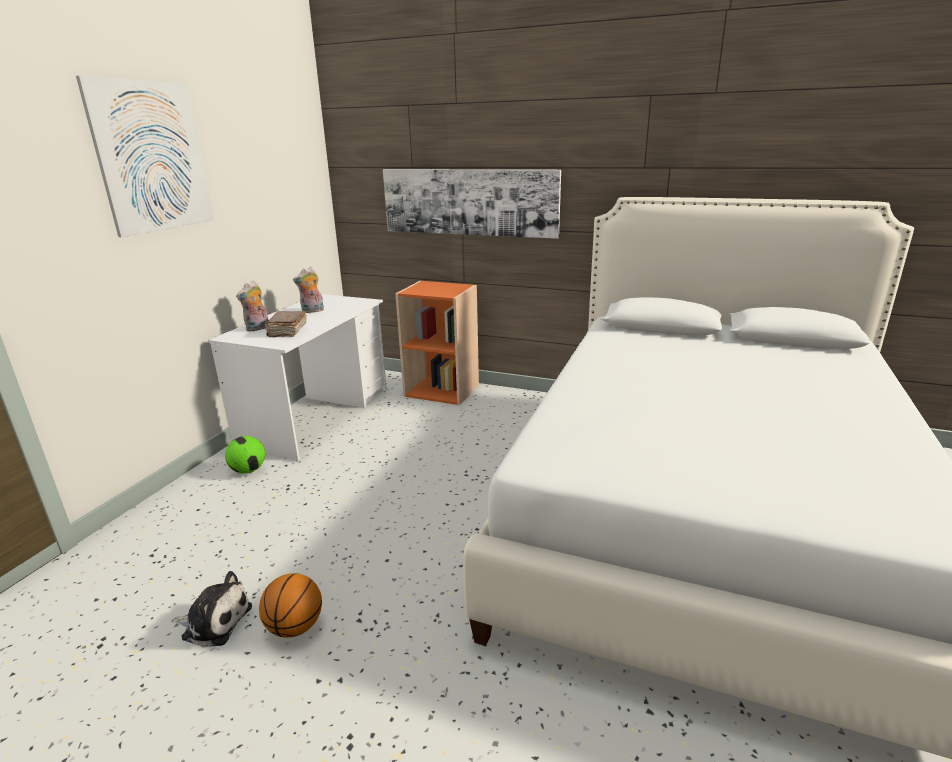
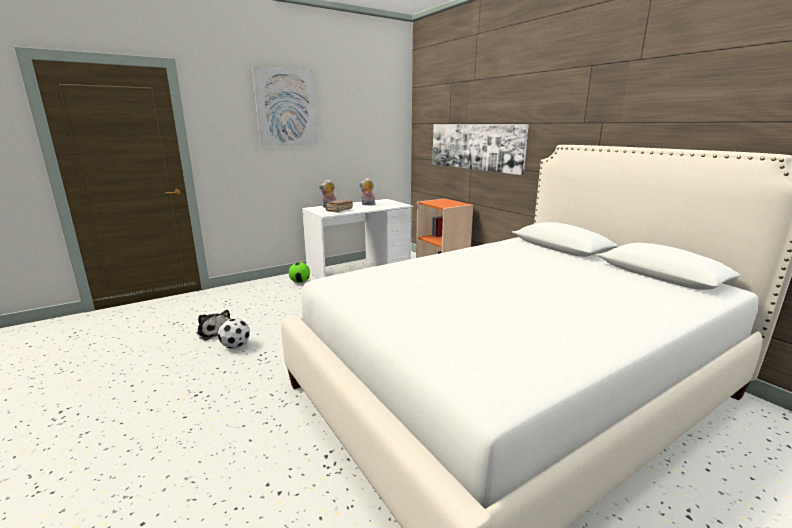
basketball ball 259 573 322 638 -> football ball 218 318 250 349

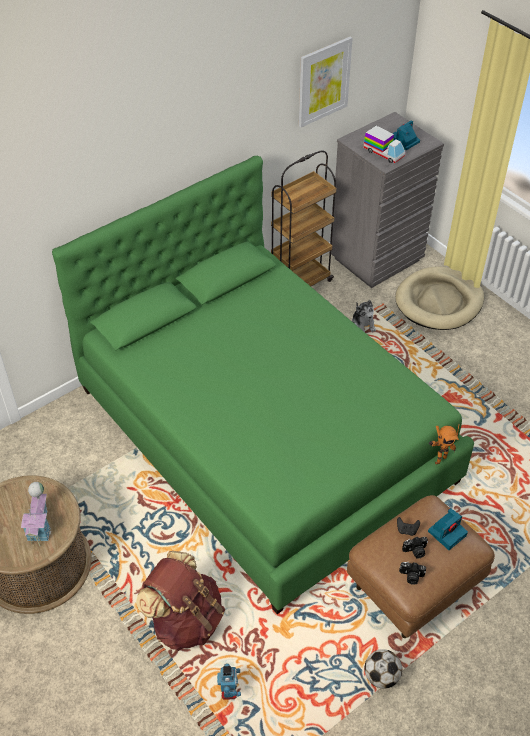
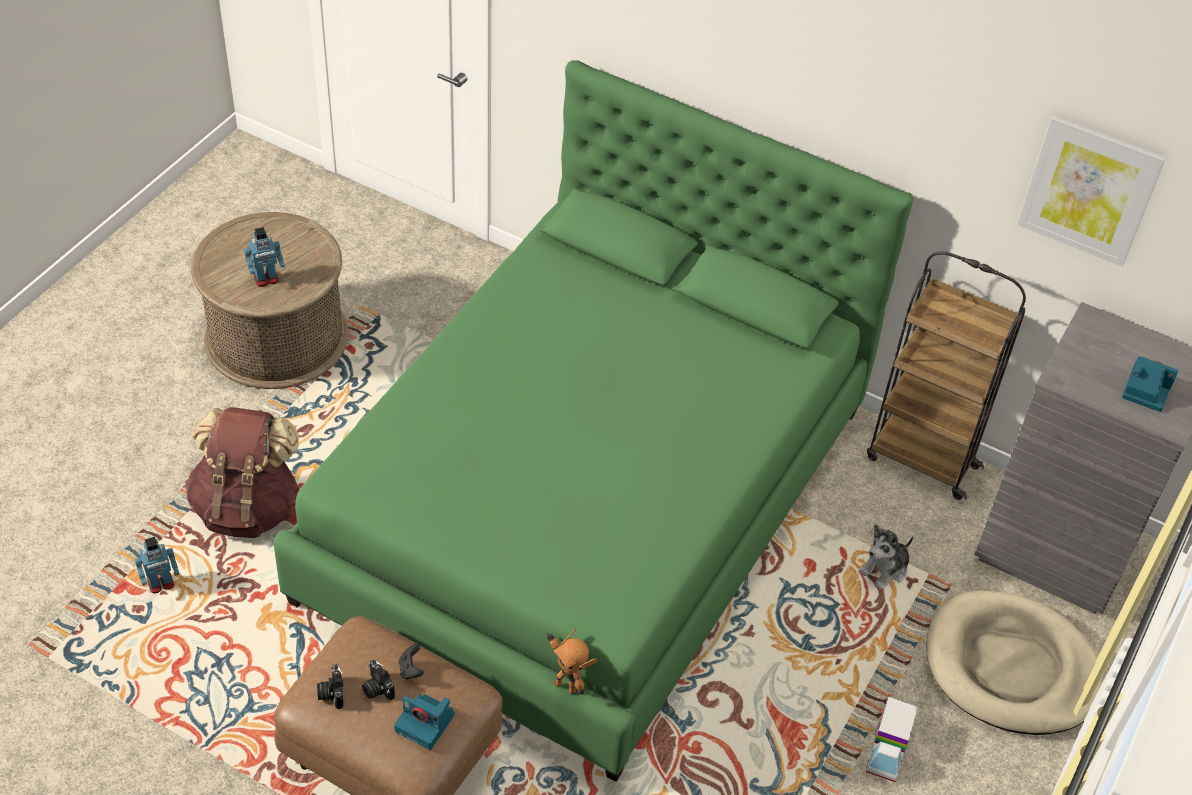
toy house 21 482 51 547 -> toy robot 244 227 285 287
toy truck 363 126 406 163 -> toy truck 866 697 918 782, relocated
football ball 365 649 402 688 -> none

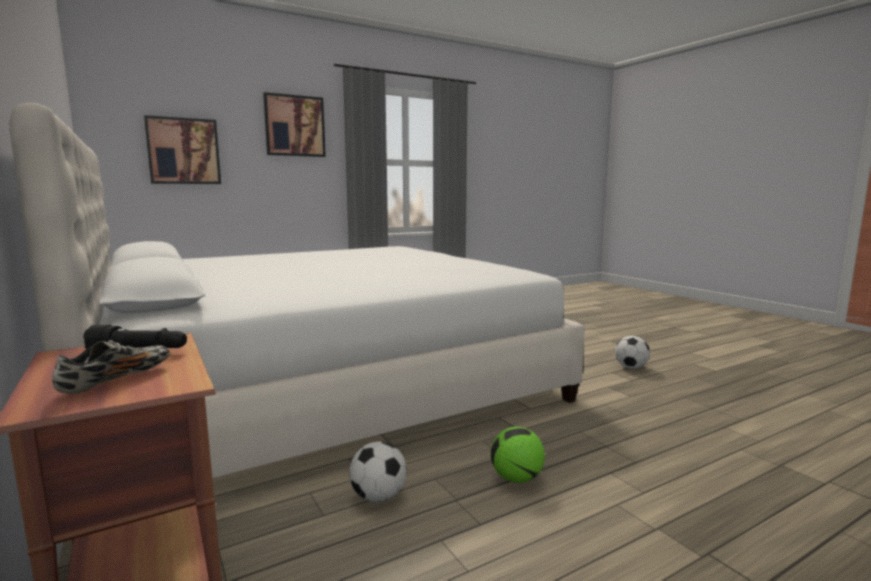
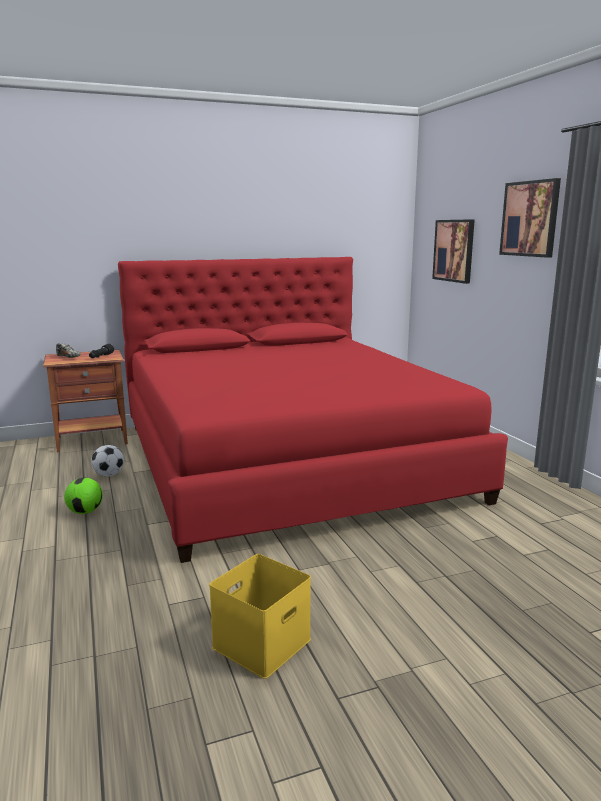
white sleeping bed 9 103 584 478 -> red sleeping bed 118 257 508 563
football ball 615 336 650 369 -> yellow-coloured storage box 209 554 311 679

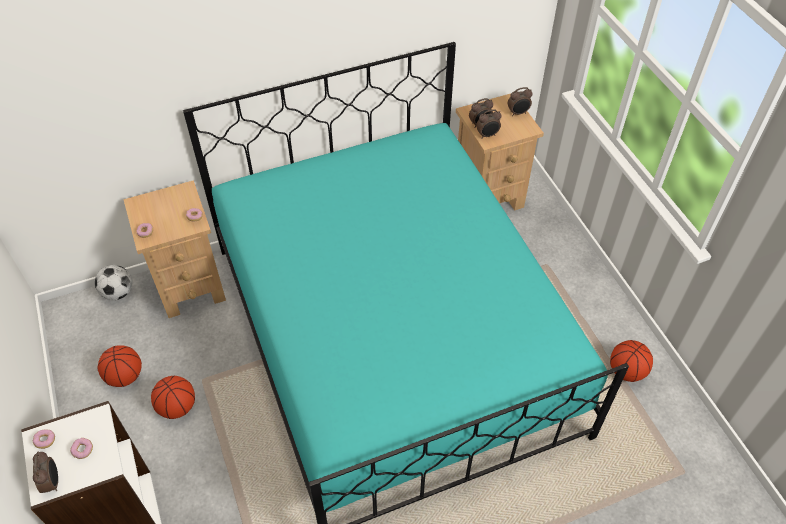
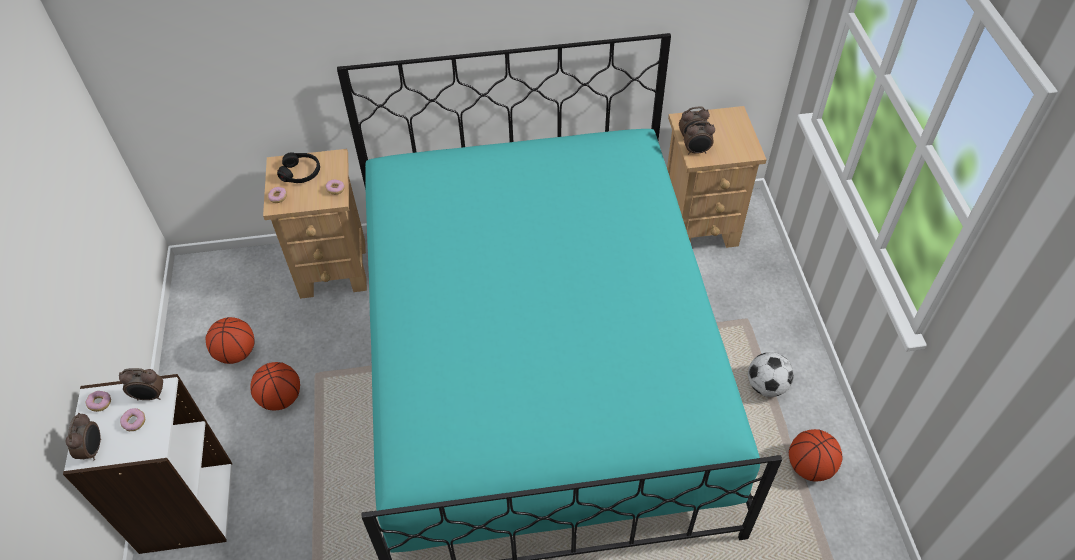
football ball 95 265 132 300 -> football ball 748 352 794 397, relocated
bedside clock 508 87 533 116 -> bedside clock 119 368 163 401, relocated
none -> black-coloured headphones 277 152 320 183

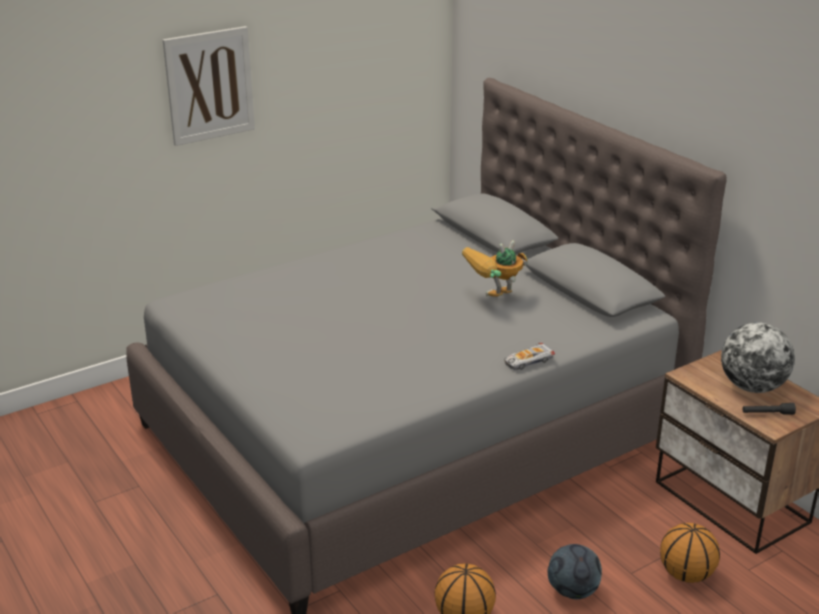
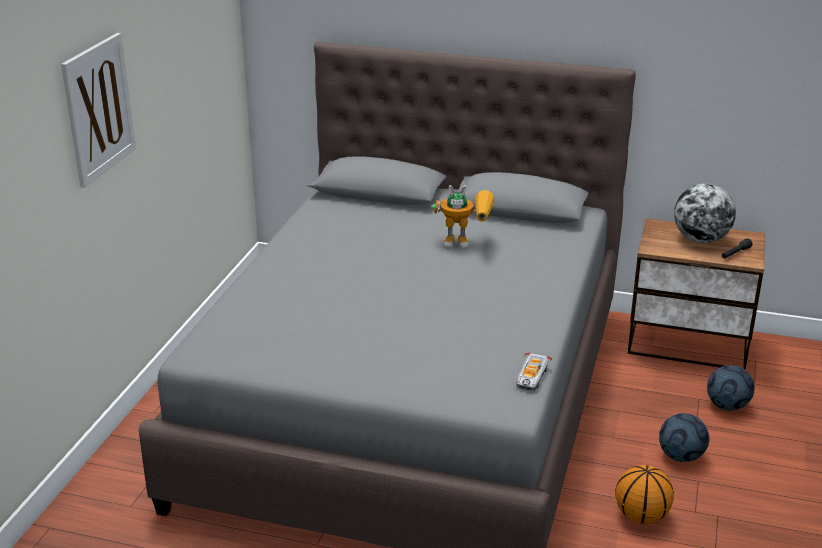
toy robot 462 240 528 297 -> toy robot 431 185 495 250, 105 degrees counterclockwise
toy car 504 342 555 370 -> toy car 516 353 552 391, relocated
basketball ball 660 523 720 583 -> football ball 707 365 755 411

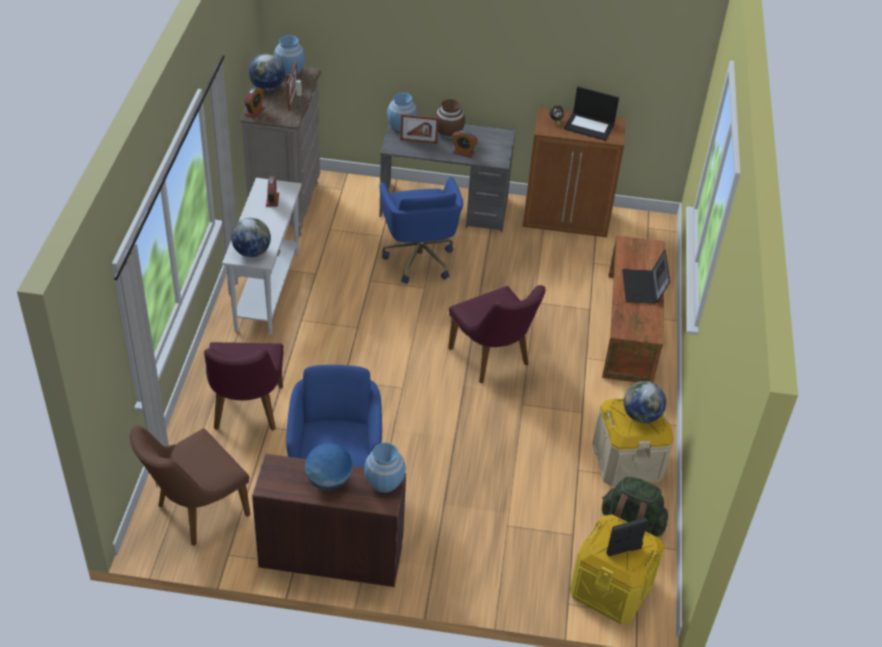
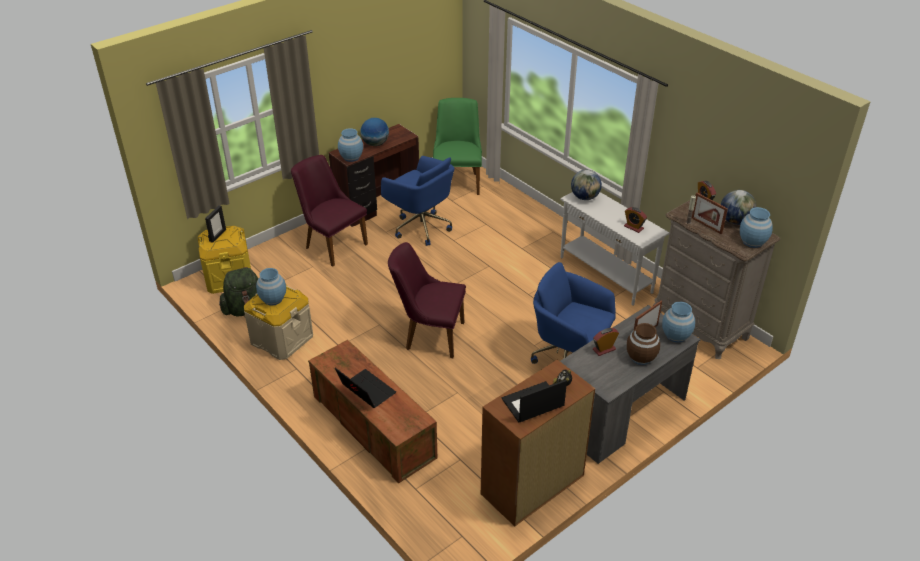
brown chair 130 426 251 546 -> green-coloured chair 433 98 482 195
purple chair 204 342 284 431 -> purple chair 291 155 368 266, relocated
world globe 624 381 666 423 -> blue-coloured flower vase 256 268 286 306

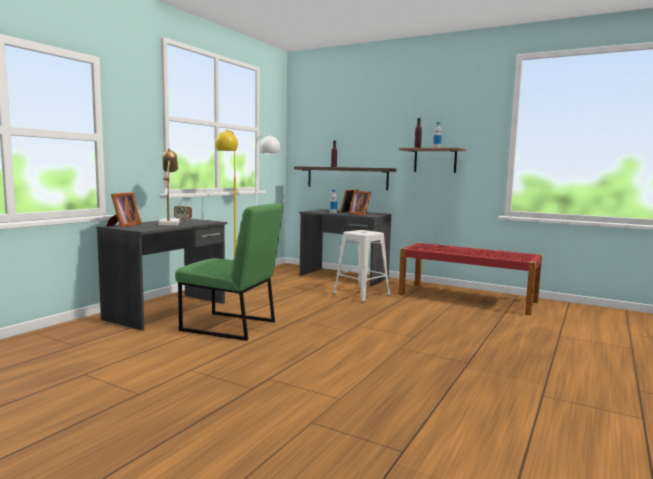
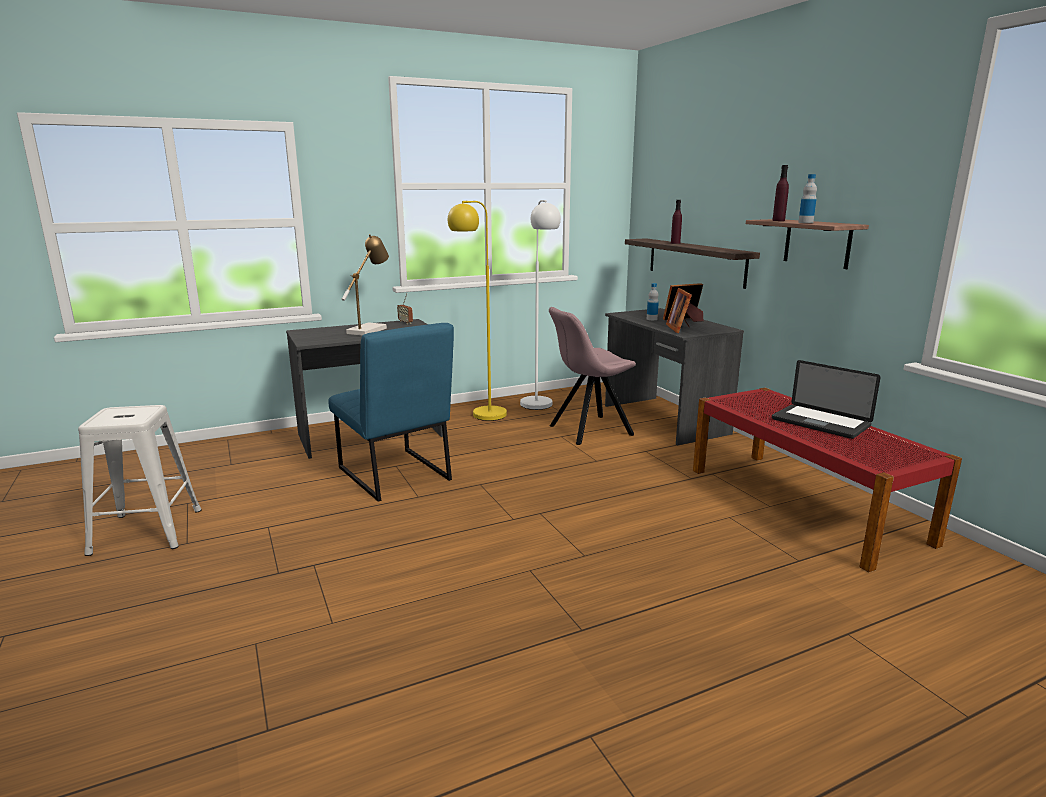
picture frame 106 192 142 228 -> none
green-coloured chair 175 203 283 341 -> blue-coloured chair 328 323 454 502
white sitting stool 333 230 391 302 -> white sitting stool 78 405 202 556, relocated
none -> pinkish chair 549 307 636 445
none -> notebook computer 772 360 881 439

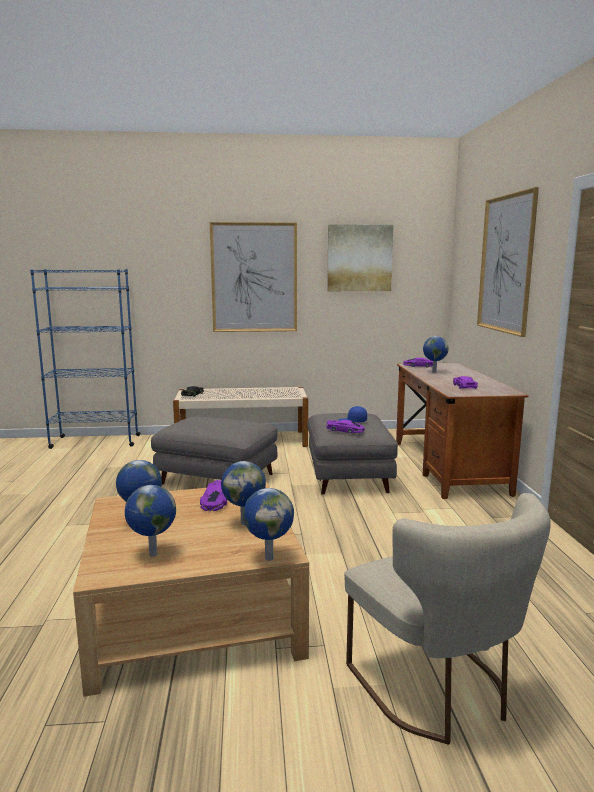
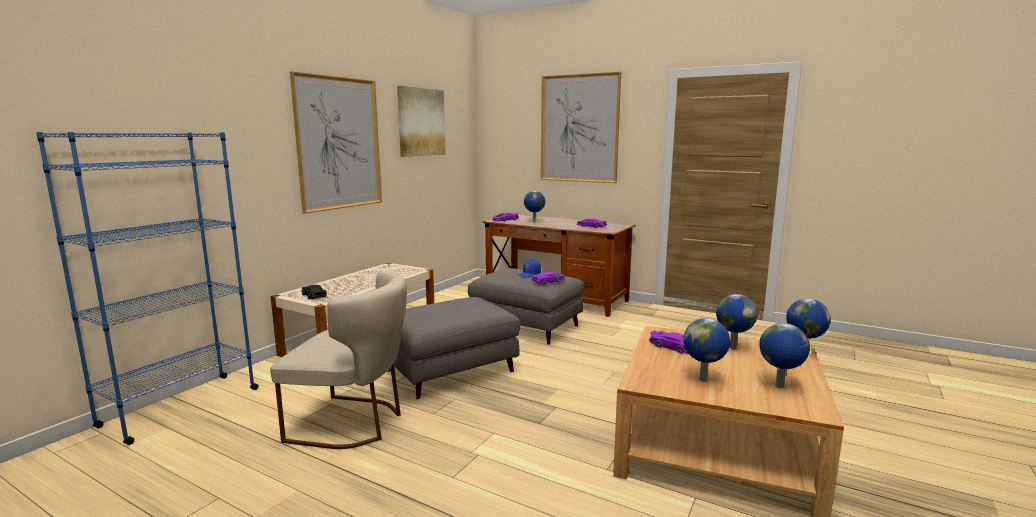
beige chair 344 493 551 745 -> beige chair 270 271 407 449, relocated

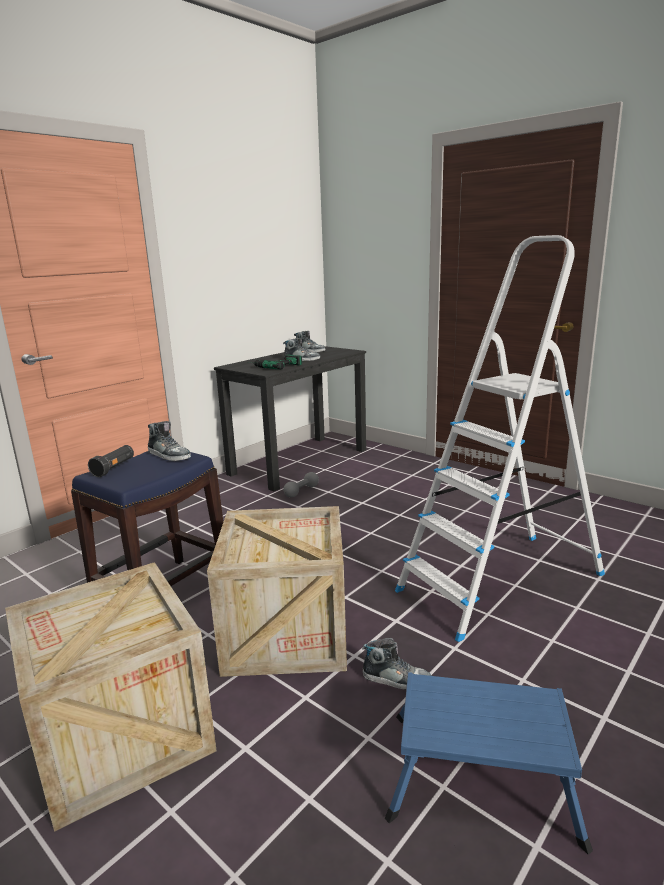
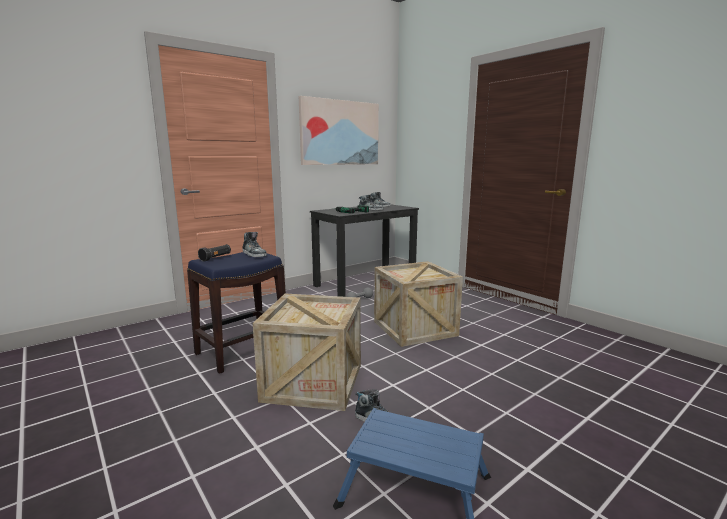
shipping crate 5 562 217 832 -> shipping crate 374 261 463 347, relocated
white step stool 395 235 605 642 -> none
none -> picture 299 96 379 165

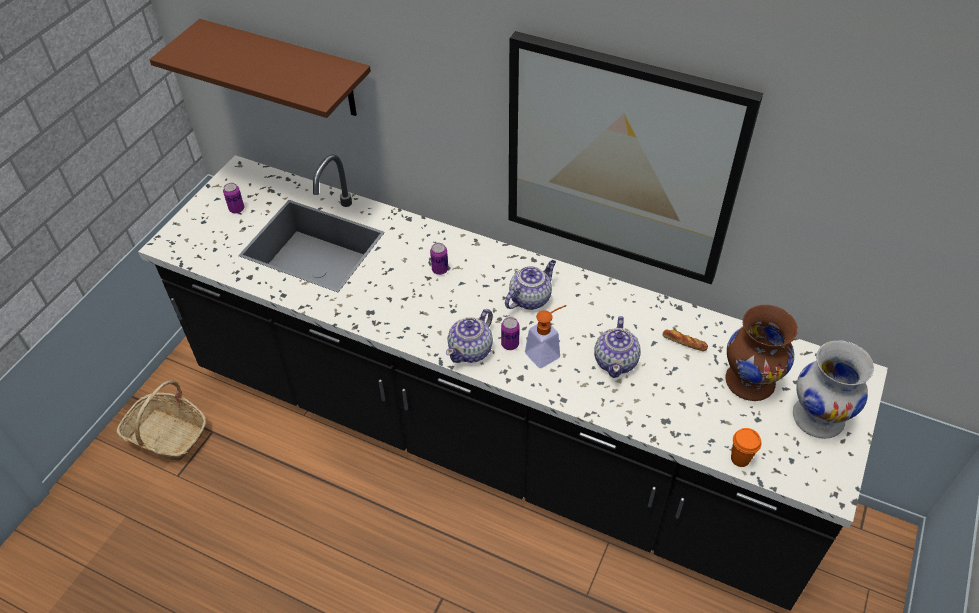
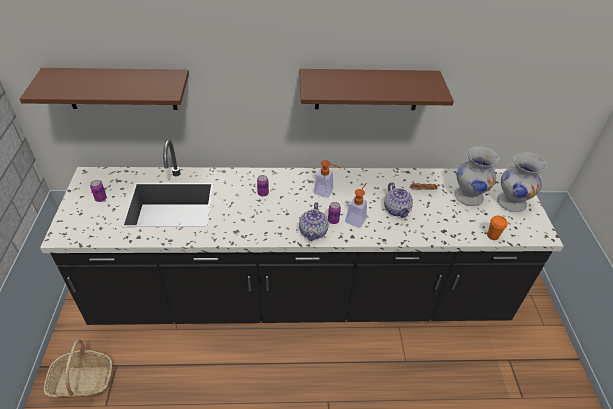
pot for tea 505 260 556 310 -> soap bottle 314 160 341 197
picture 509 31 763 284 -> brown bracket shelf 300 69 454 110
brown flower vase 725 305 798 401 -> white flower vase 455 146 500 206

